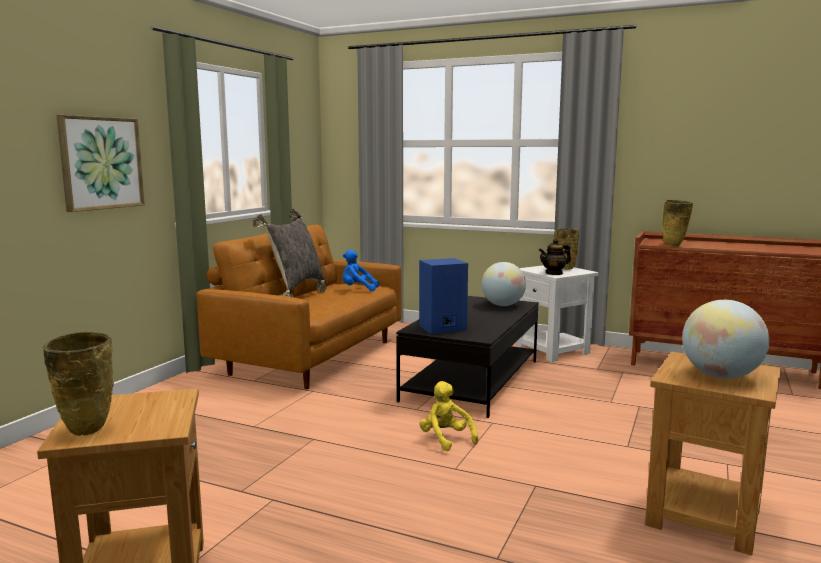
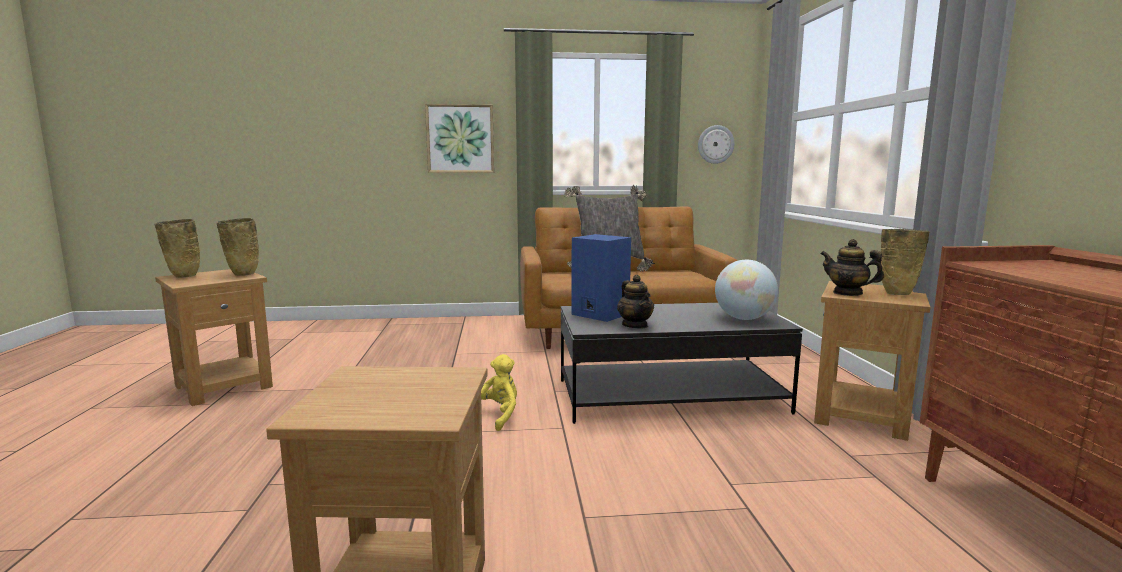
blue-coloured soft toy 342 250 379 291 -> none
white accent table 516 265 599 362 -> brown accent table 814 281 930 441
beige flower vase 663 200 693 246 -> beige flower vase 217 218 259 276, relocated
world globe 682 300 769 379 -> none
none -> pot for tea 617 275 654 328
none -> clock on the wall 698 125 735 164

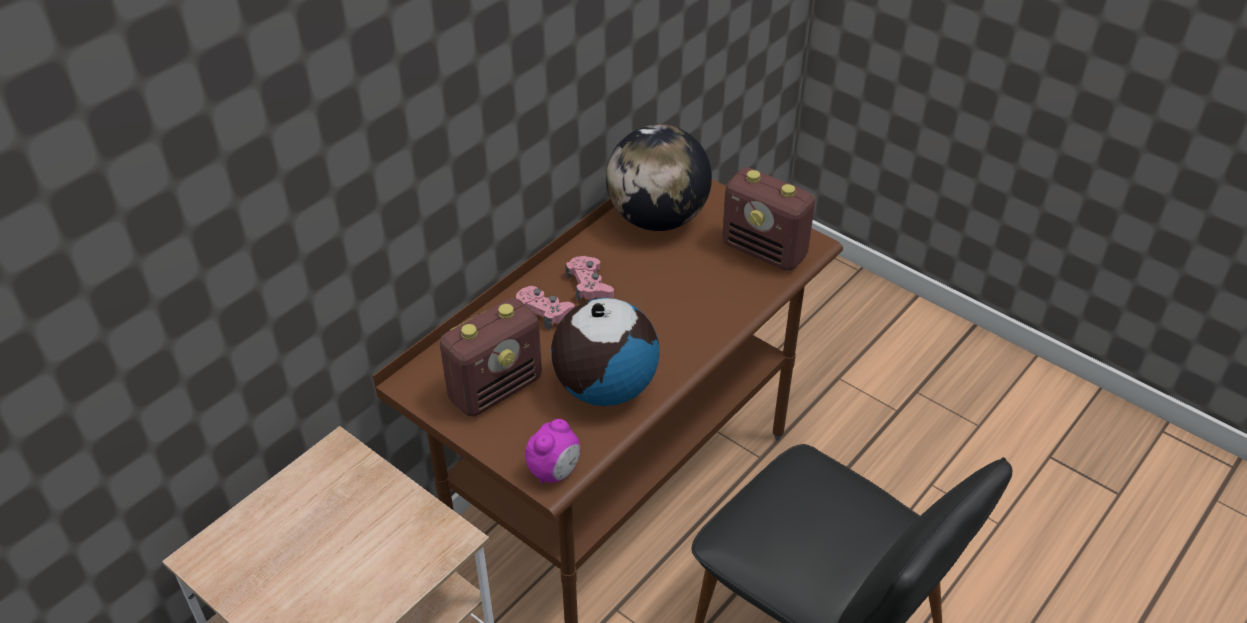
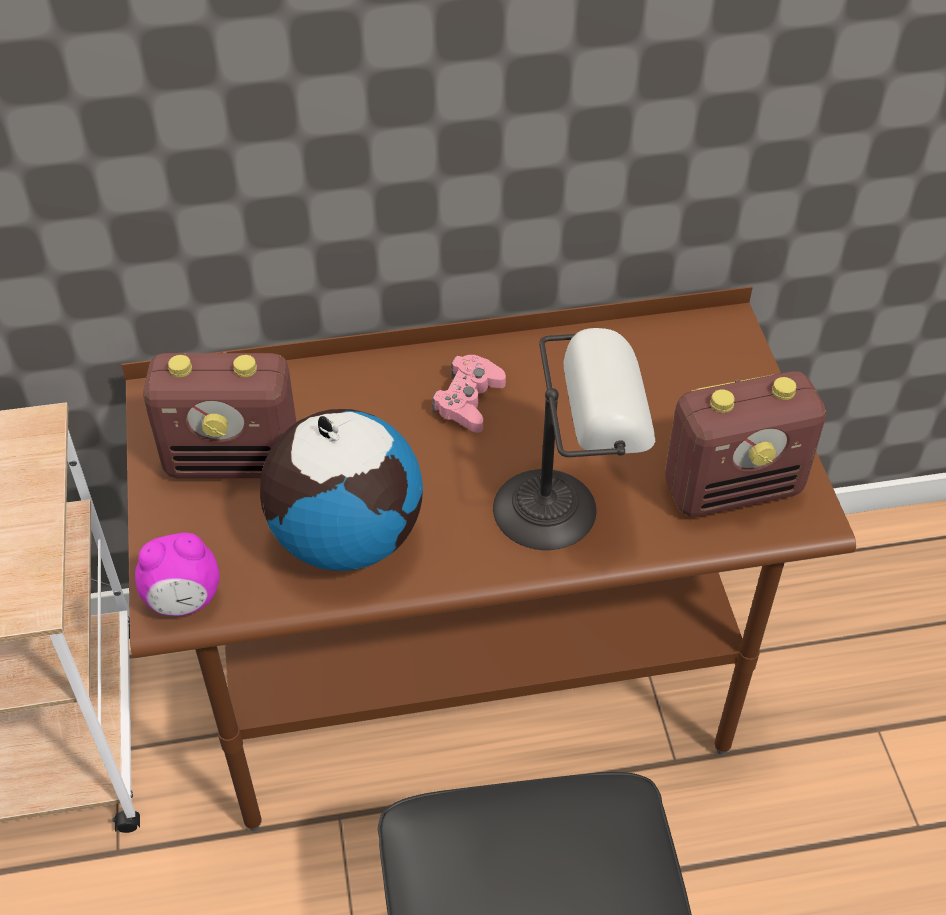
pinkish joypad 516 286 575 330 -> none
world globe 606 124 712 231 -> none
radio 722 167 815 271 -> radio 665 371 826 517, 90 degrees counterclockwise
none -> table lamp 493 328 655 550

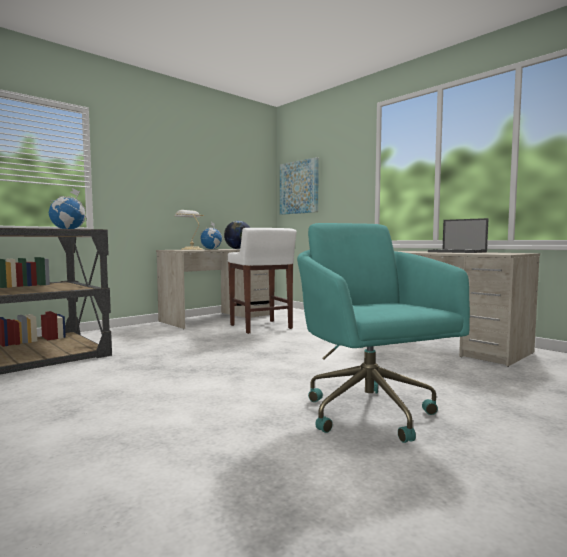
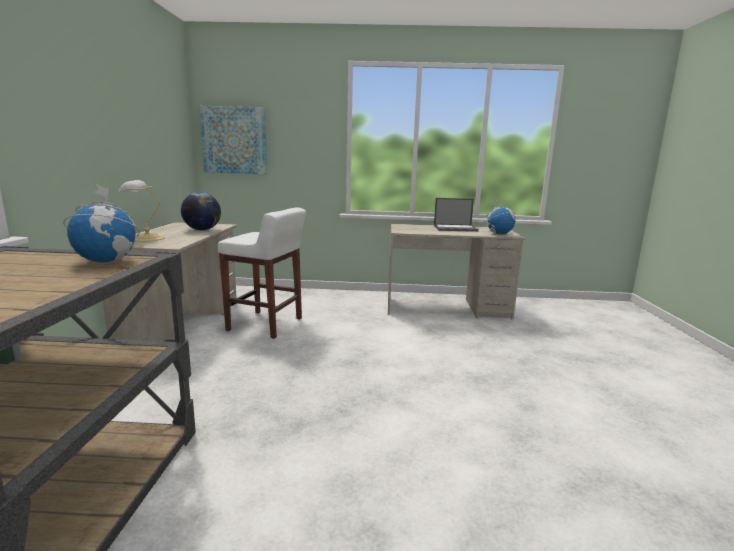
world globe 200 222 223 249 -> world globe 485 198 516 234, relocated
turquoise-coloured office chair 297 223 470 443 -> none

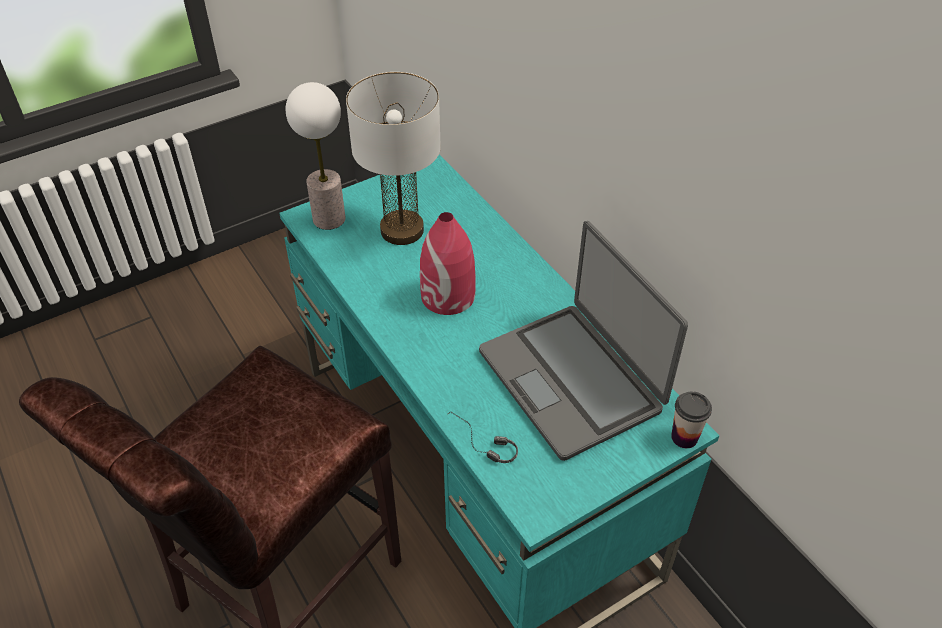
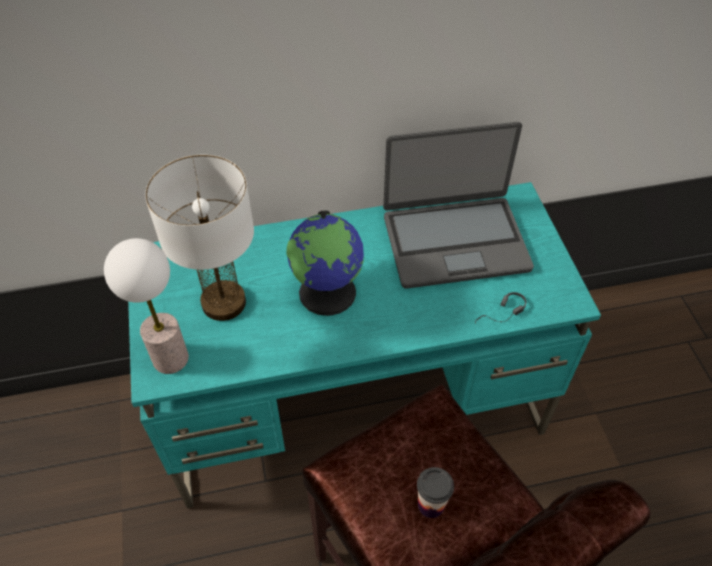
red flower vase 420 212 475 315 -> world globe 286 211 364 316
cup 671 391 712 448 -> cup 417 467 454 518, relocated

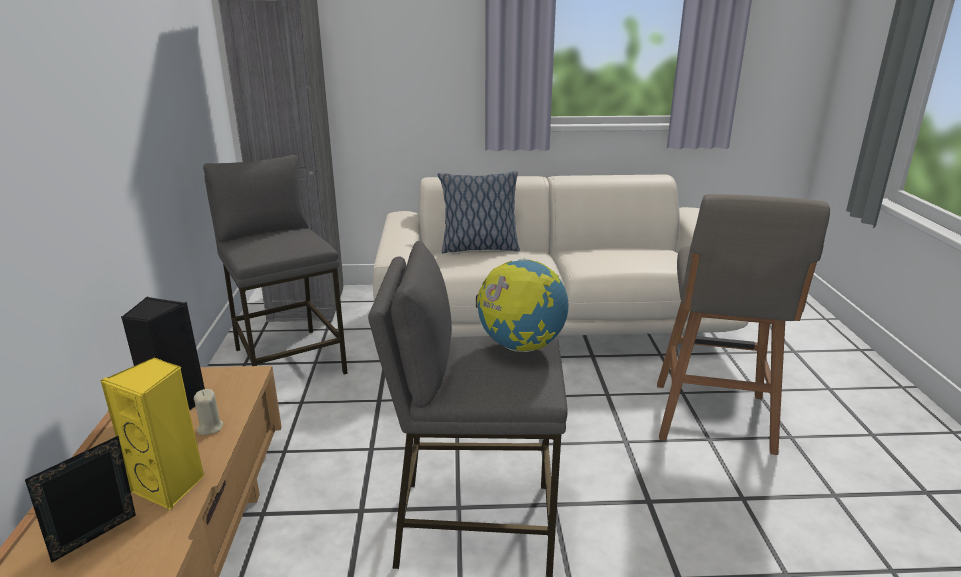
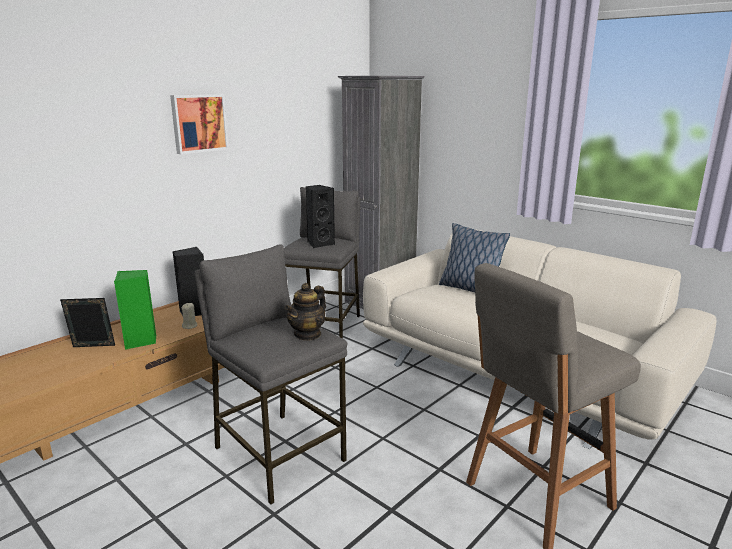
yellow-coloured speaker 100 357 205 511 -> green-coloured speaker 114 270 156 349
world globe 476 258 568 352 -> pot for tea 285 283 326 341
none -> picture 170 94 229 154
none -> black-coloured speaker 306 185 335 248

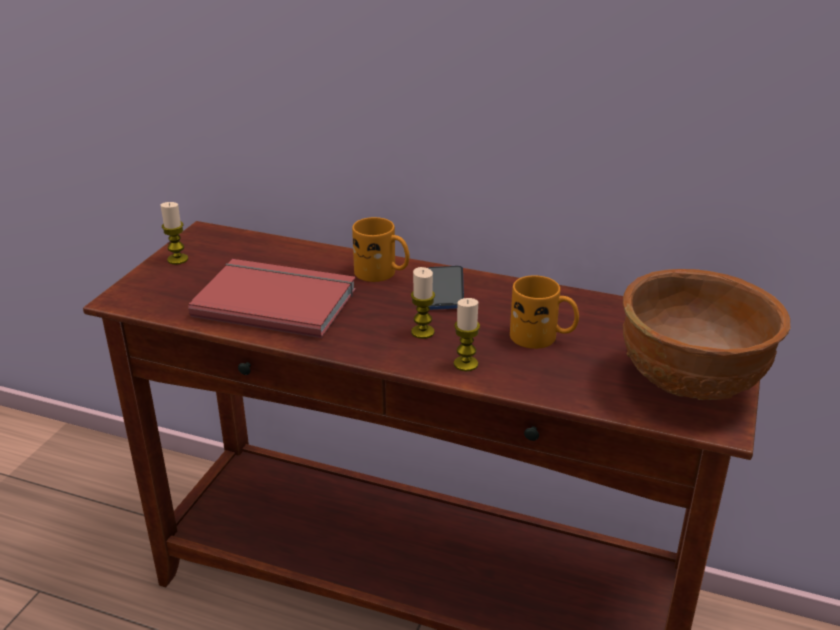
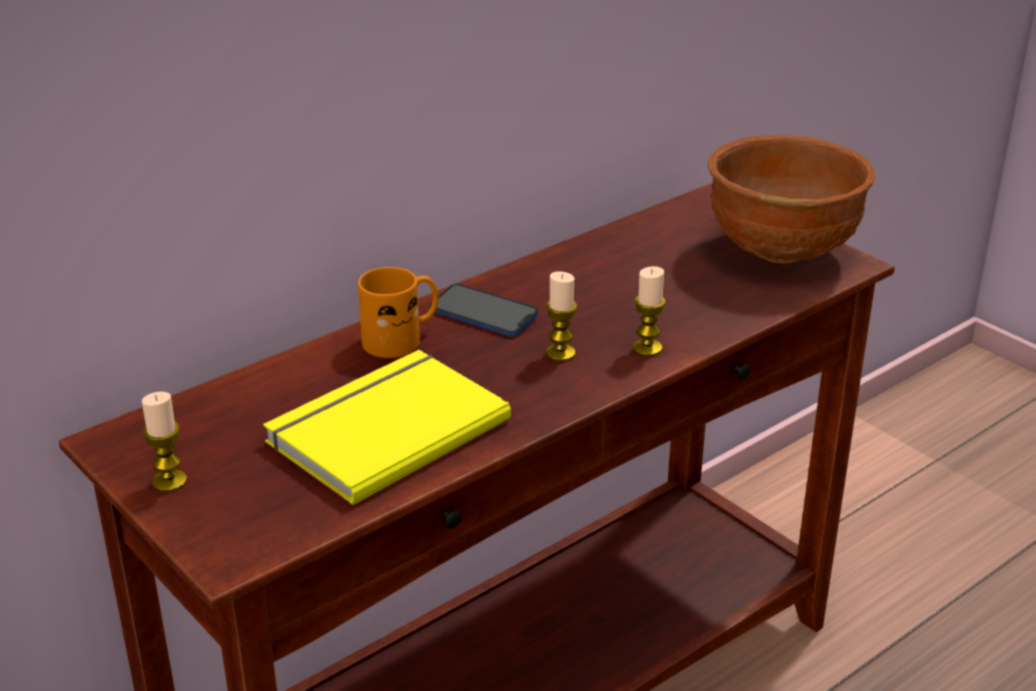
red bound book 188 259 356 338 -> yellow-coloured bound book 263 350 511 505
orange-coloured tea mug 510 275 579 349 -> none

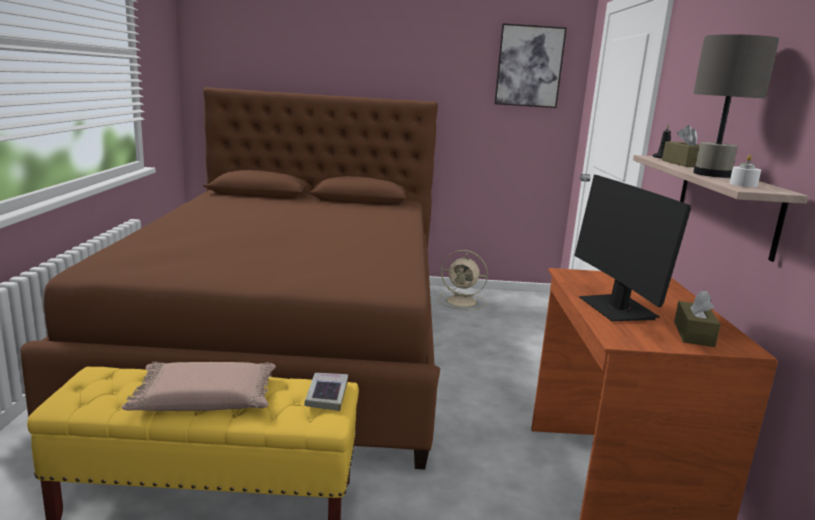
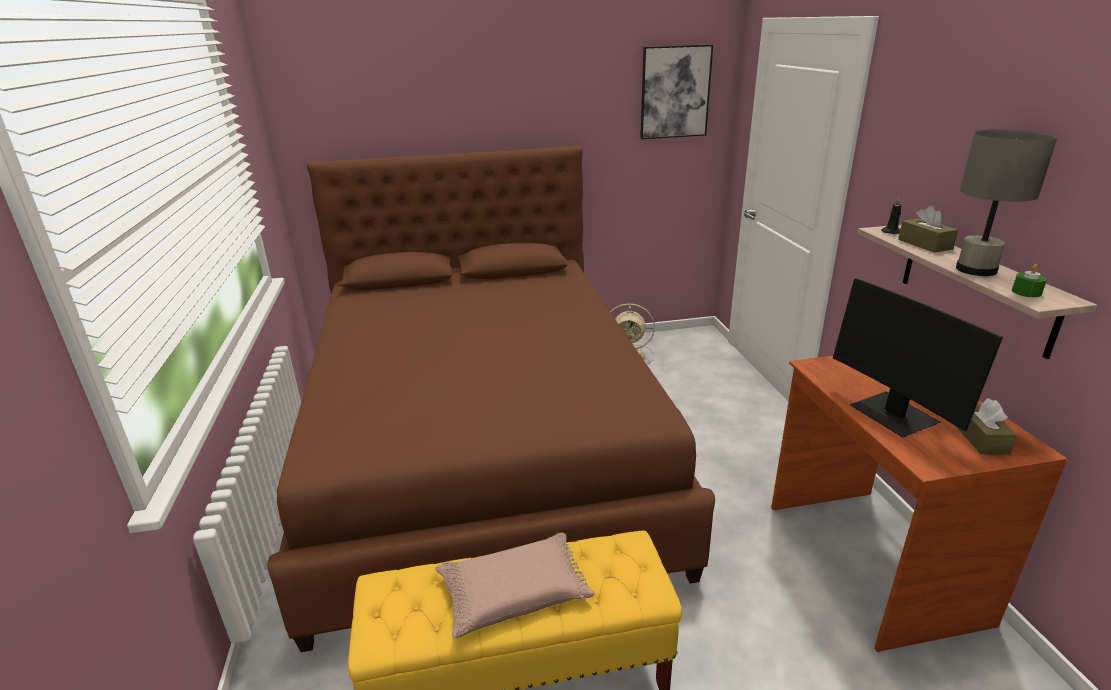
bound book 304 373 348 411 -> none
white wax candle 729 154 761 187 -> green-coloured wax candle 1012 264 1047 297

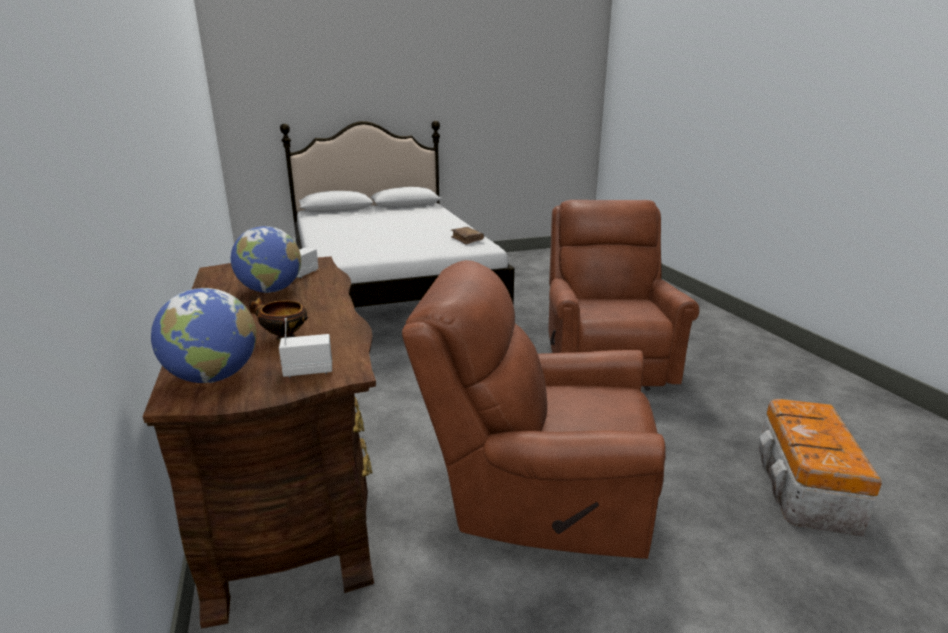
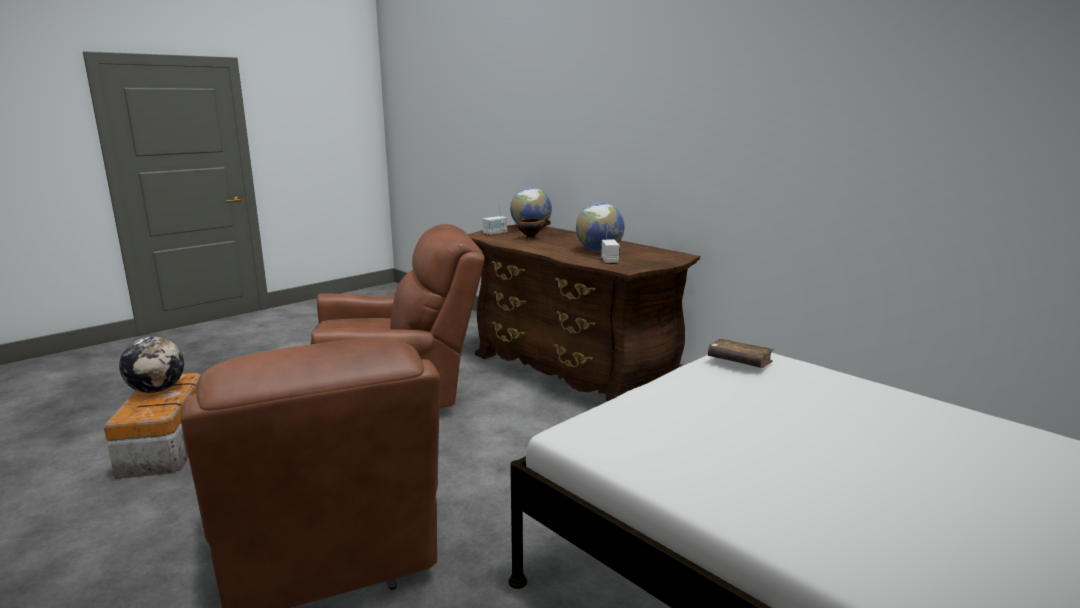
brown bound book 451 227 484 244 -> brown bound book 708 338 774 368, relocated
none -> world globe 119 336 184 393

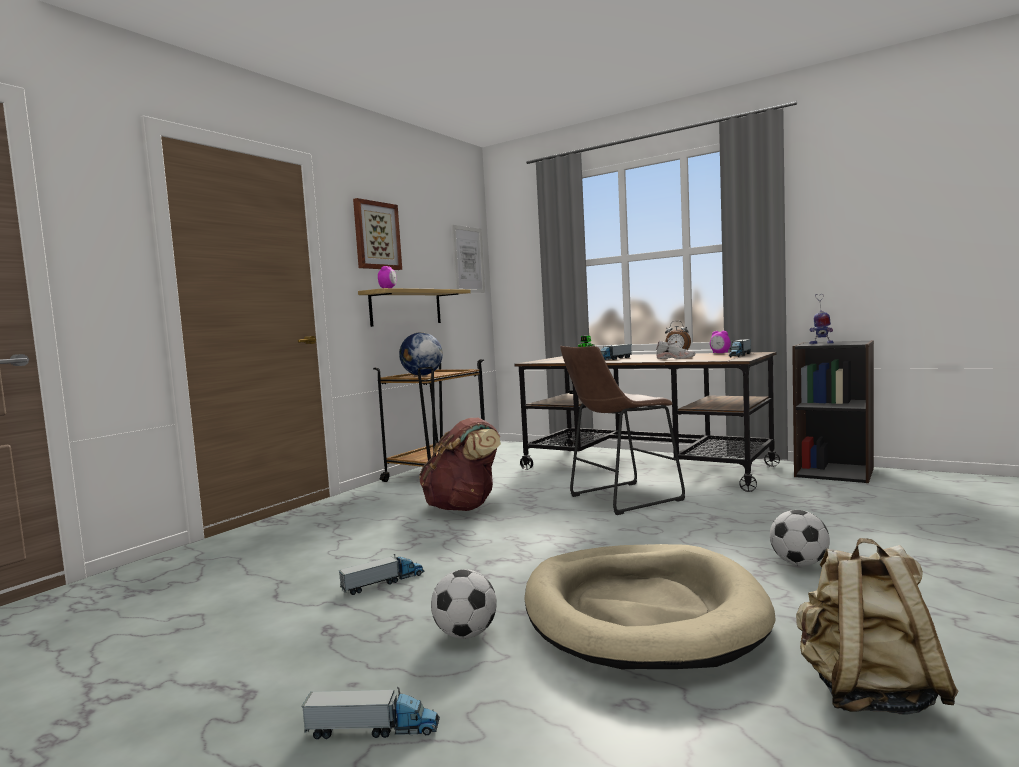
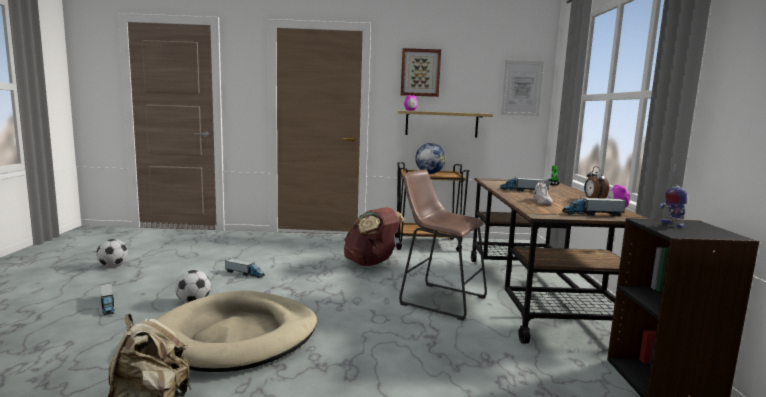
football ball 770 510 830 566 -> football ball 96 239 128 267, relocated

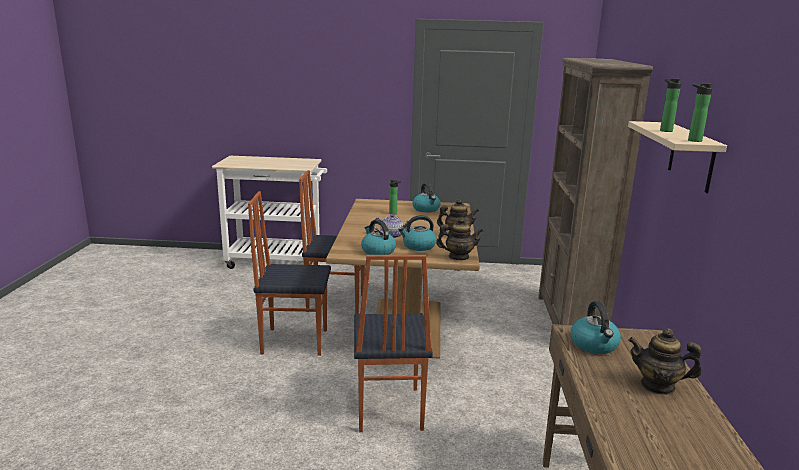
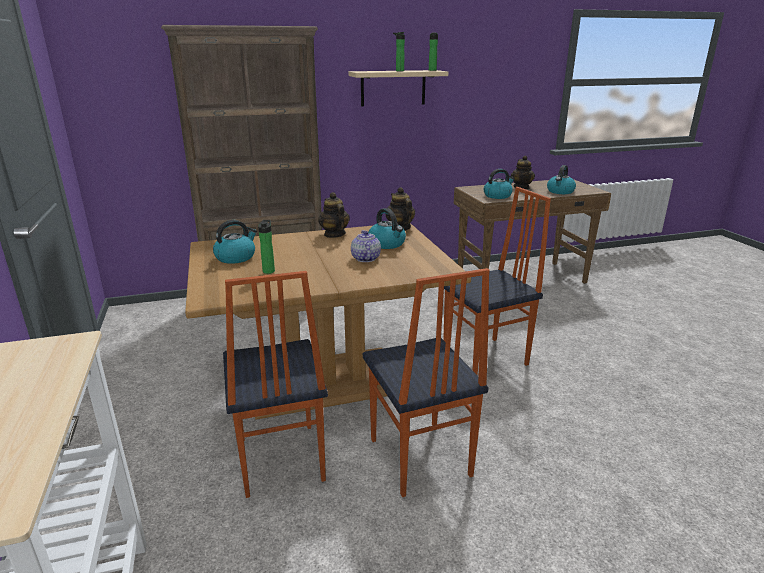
water kettle 361 219 396 255 -> water kettle 547 165 576 194, relocated

